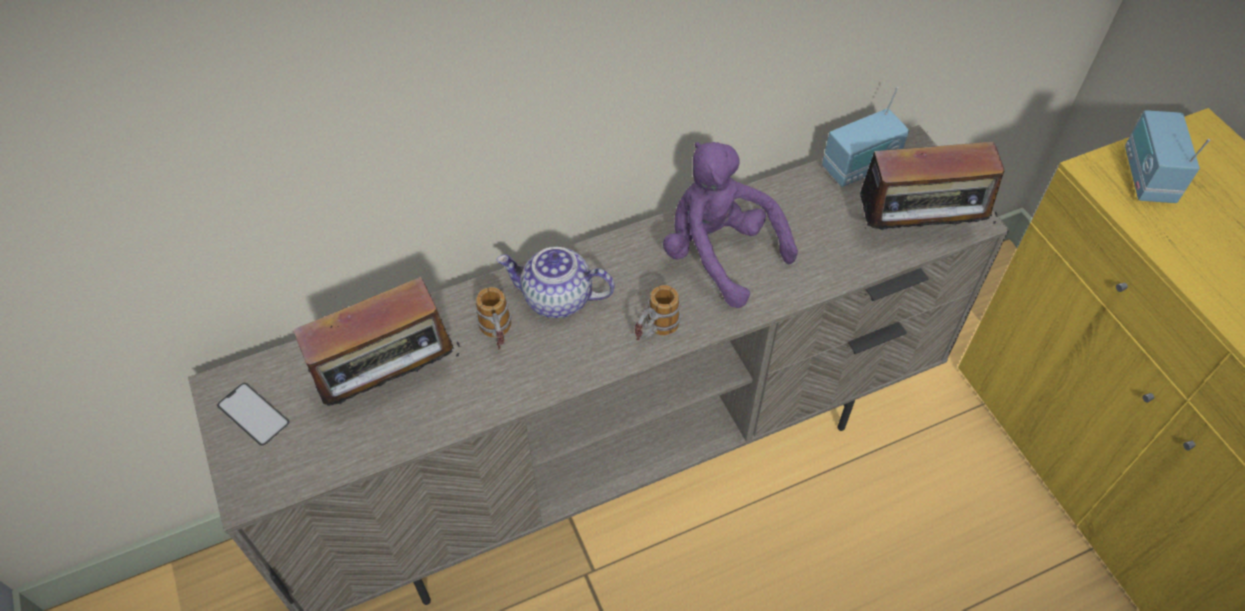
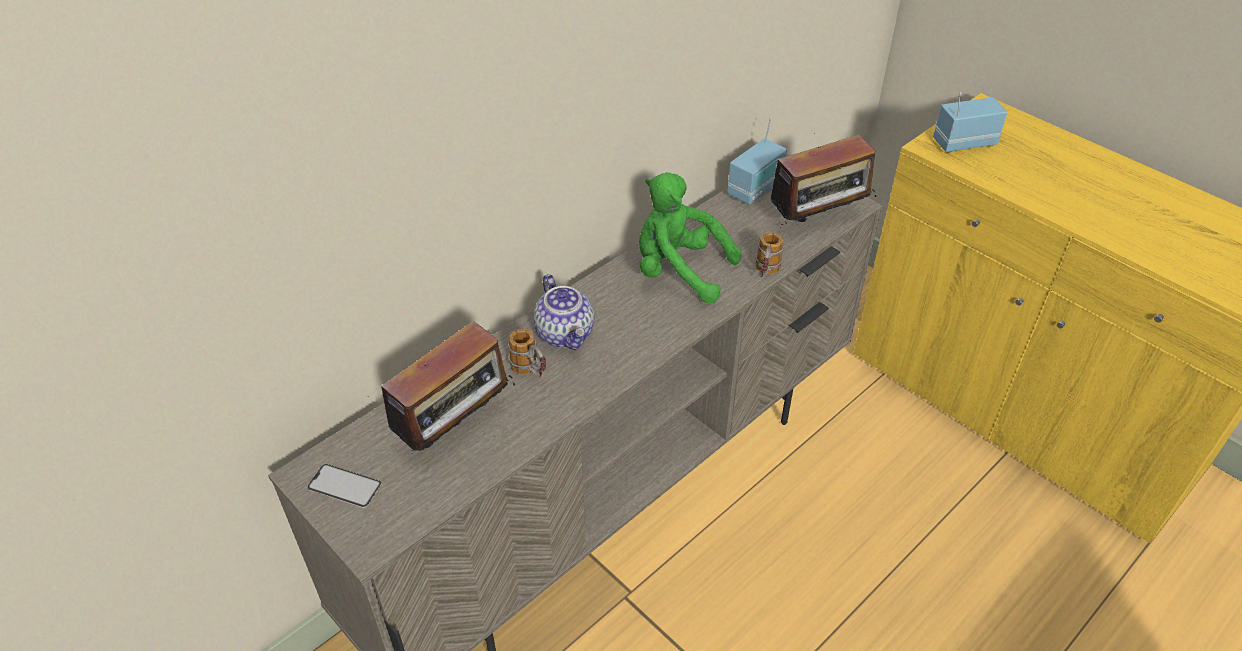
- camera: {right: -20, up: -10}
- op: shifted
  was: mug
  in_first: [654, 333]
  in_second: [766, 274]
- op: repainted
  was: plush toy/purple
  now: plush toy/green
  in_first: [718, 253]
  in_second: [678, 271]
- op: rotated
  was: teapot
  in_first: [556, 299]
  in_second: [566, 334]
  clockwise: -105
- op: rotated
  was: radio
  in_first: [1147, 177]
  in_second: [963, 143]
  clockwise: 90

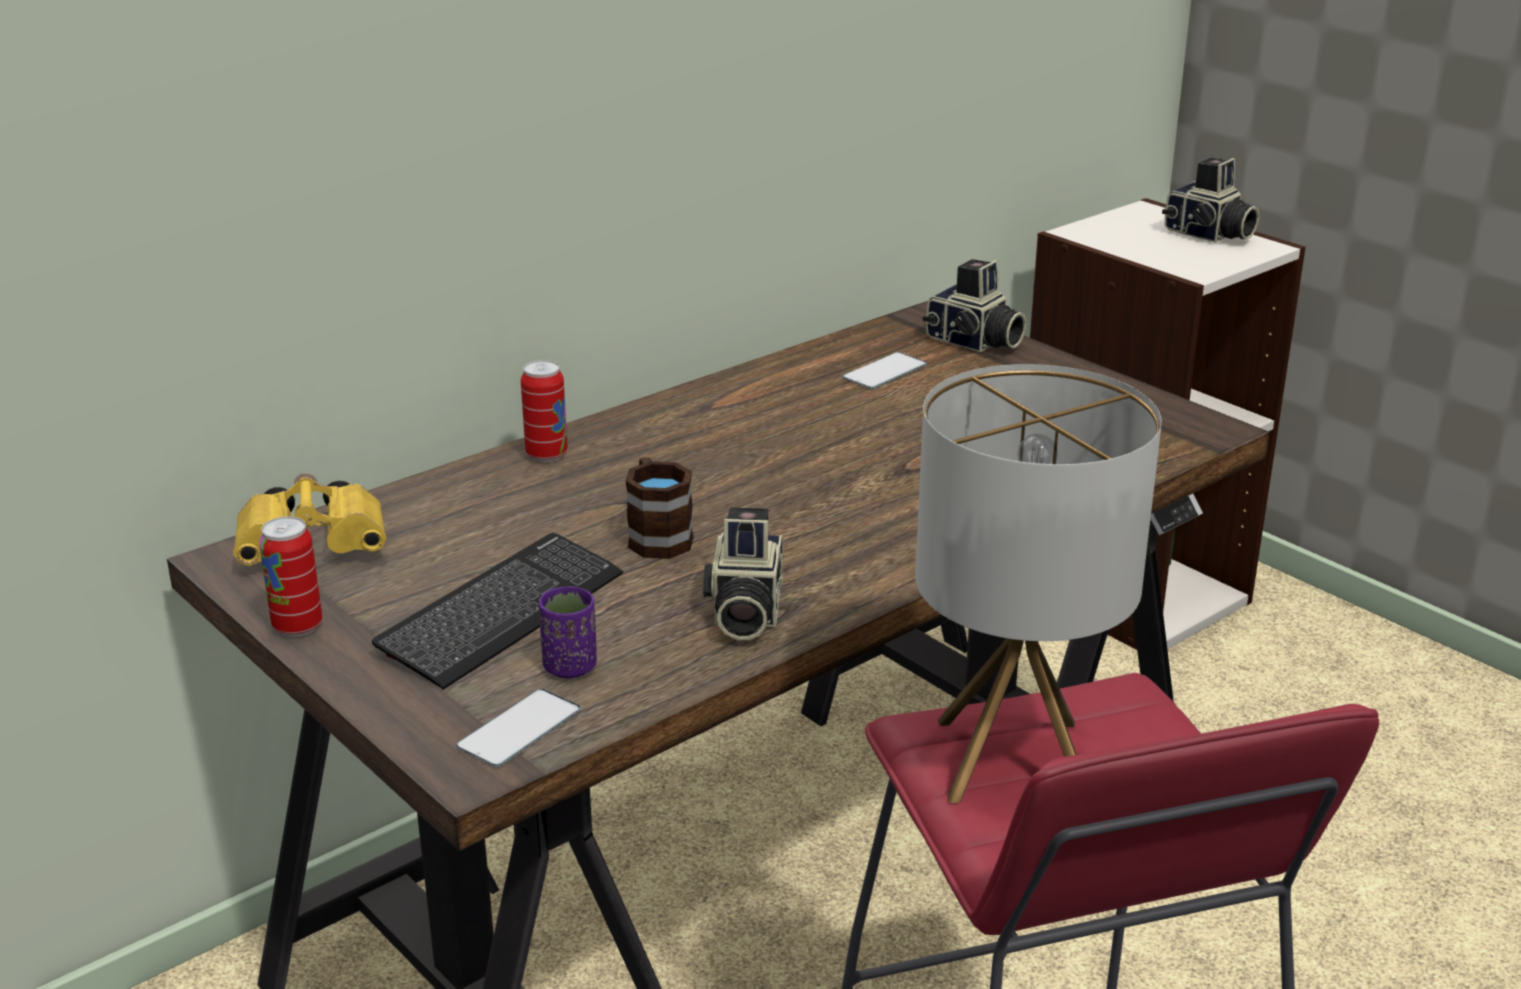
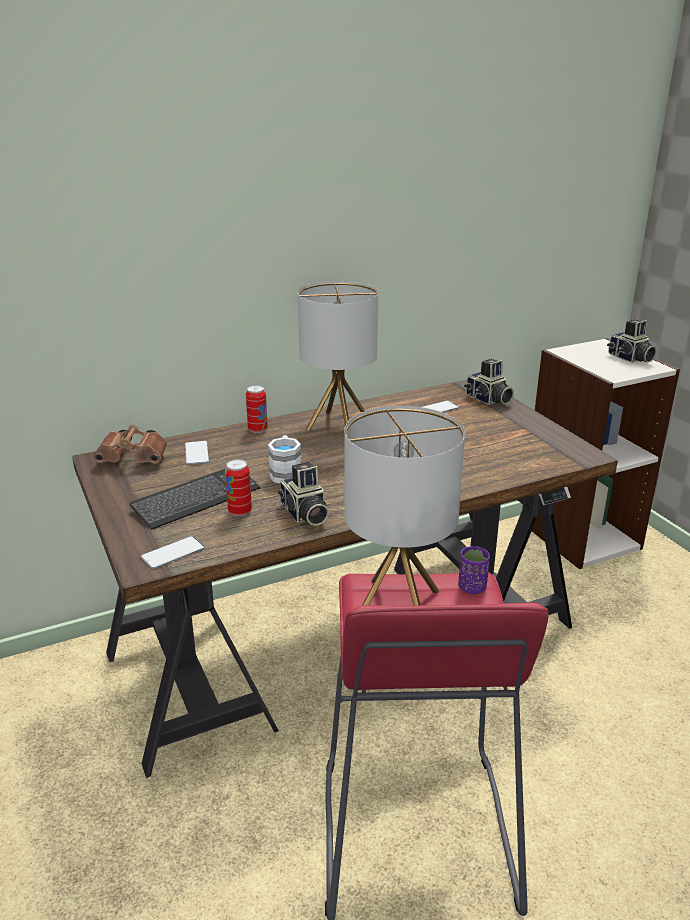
- camera: {right: 15, up: 0}
- op: new
  now: phone
  in_second: [196, 453]
- op: new
  now: table lamp
  in_second: [338, 424]
- op: shifted
  was: can
  in_first: [297, 626]
  in_second: [240, 511]
- op: shifted
  was: cup/purple
  in_first: [570, 667]
  in_second: [472, 587]
- op: repainted
  was: binoculars/yellow
  now: binoculars/brown
  in_first: [317, 548]
  in_second: [135, 459]
- op: repainted
  was: mug/brown
  now: mug/white
  in_first: [657, 535]
  in_second: [285, 472]
- op: rotated
  was: photo camera
  in_first: [743, 613]
  in_second: [304, 514]
  clockwise: -45

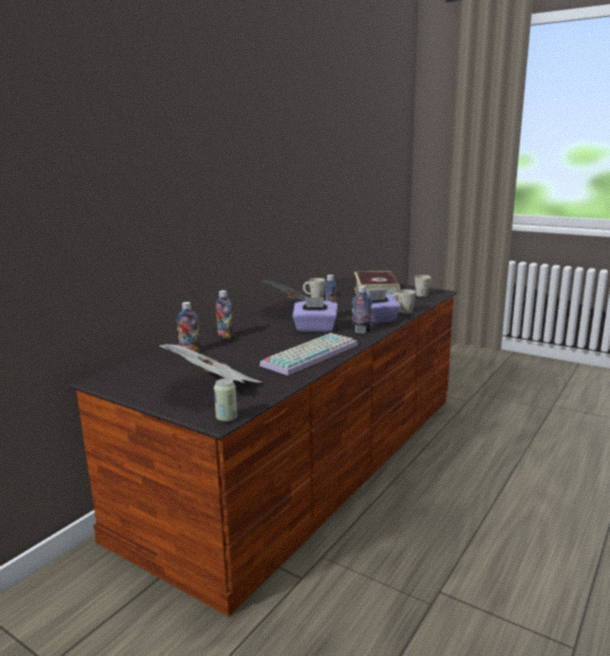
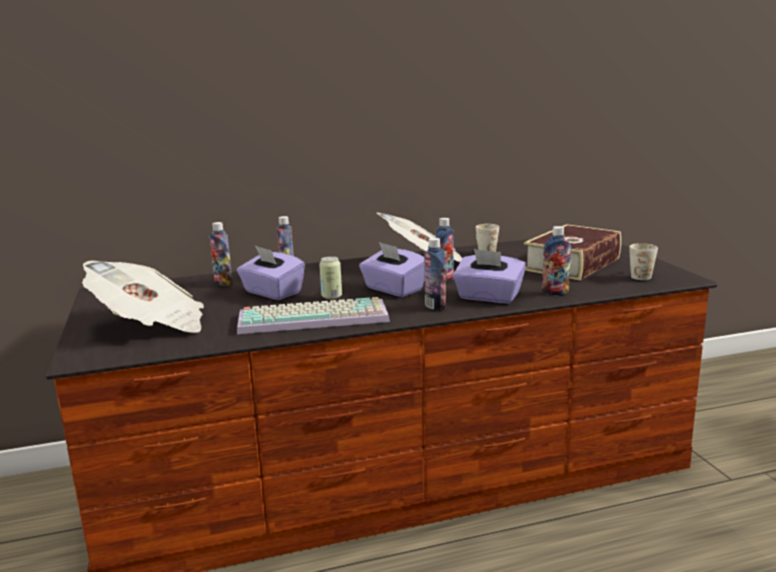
- camera: {right: 40, up: 0}
- op: new
  now: tissue box/purple
  in_second: [272, 293]
- op: shifted
  was: can
  in_first: [226, 418]
  in_second: [331, 297]
- op: swapped
  was: mug/white
  now: bottle
  in_first: [402, 311]
  in_second: [555, 292]

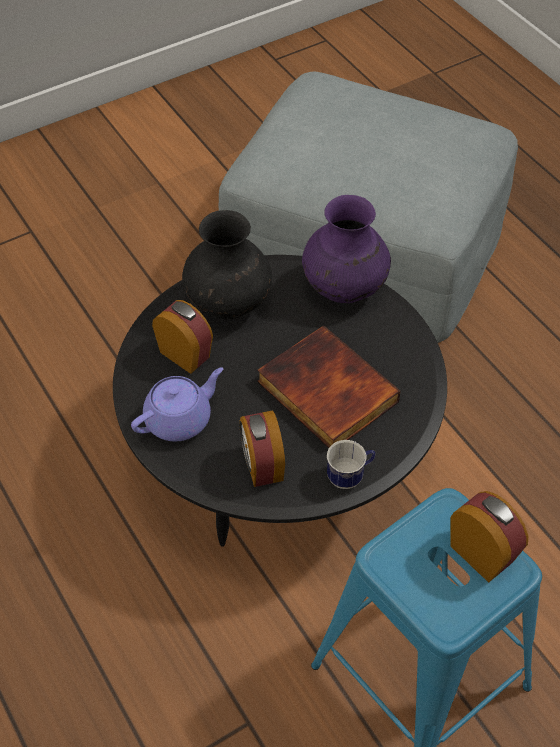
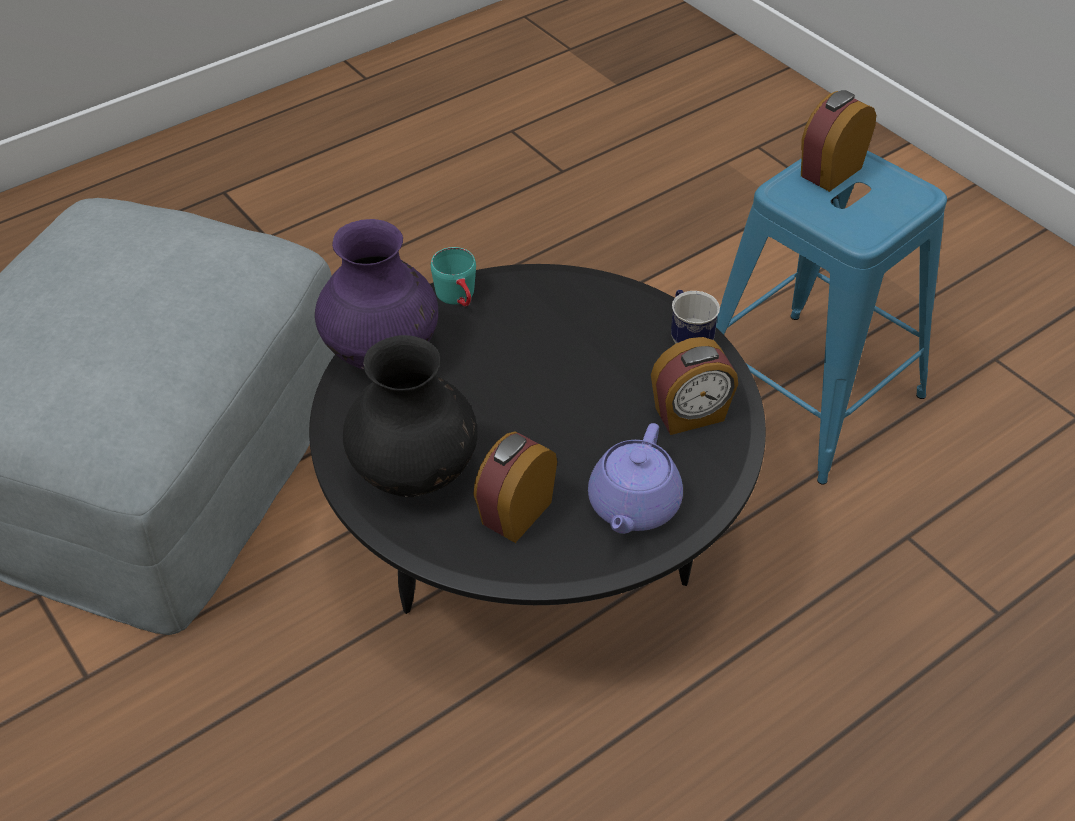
- camera: {right: -95, up: -5}
- op: gone
  was: book
  in_first: [325, 392]
- op: new
  now: mug/turquoise
  in_second: [459, 298]
- op: rotated
  was: teapot/purple
  in_first: [179, 419]
  in_second: [633, 506]
  clockwise: -120

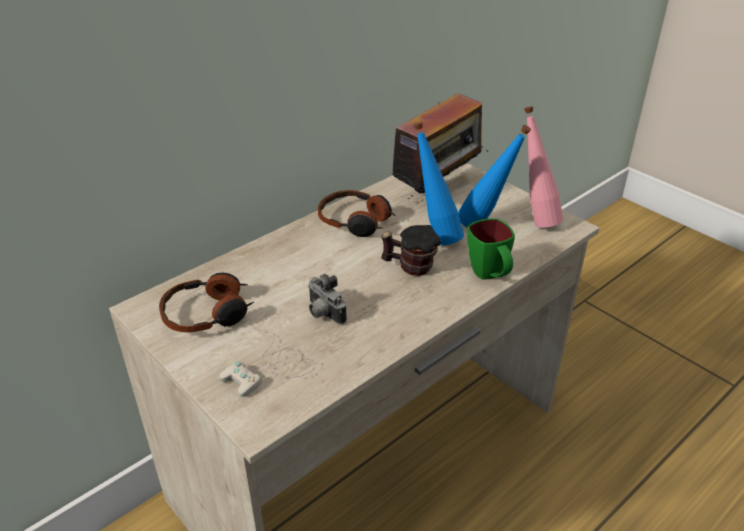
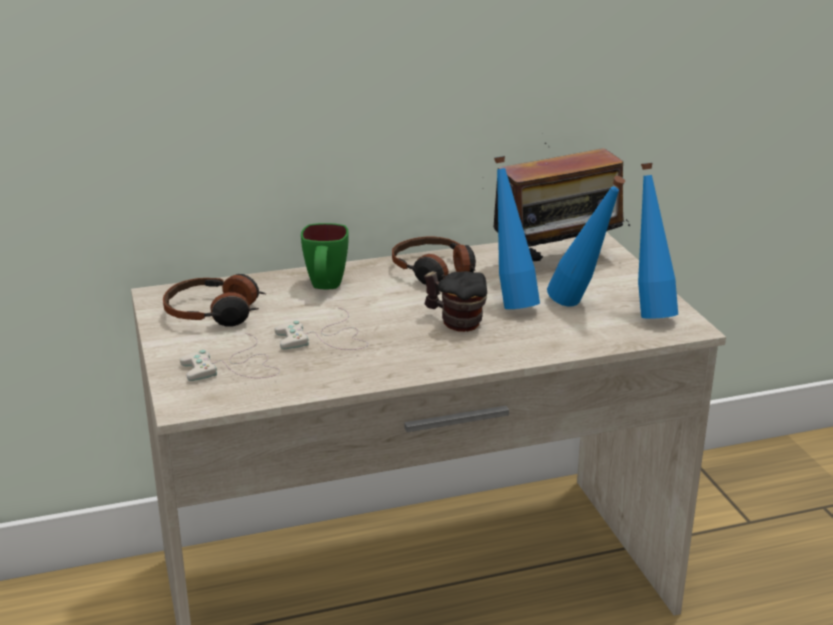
- camera: {right: 25, up: -10}
- op: shifted
  was: mug/green
  in_first: [490, 276]
  in_second: [325, 287]
- op: swapped
  was: photo camera
  now: game controller/white
  in_first: [323, 314]
  in_second: [326, 339]
- op: repainted
  was: bottle/pink
  now: bottle/blue
  in_first: [534, 219]
  in_second: [648, 311]

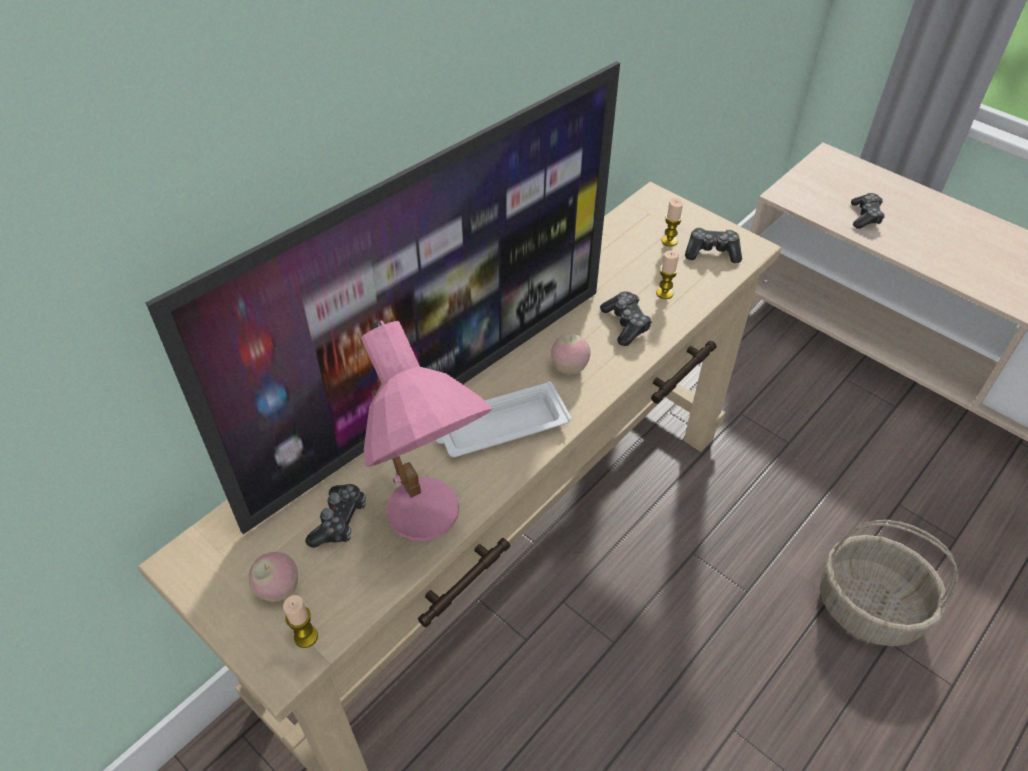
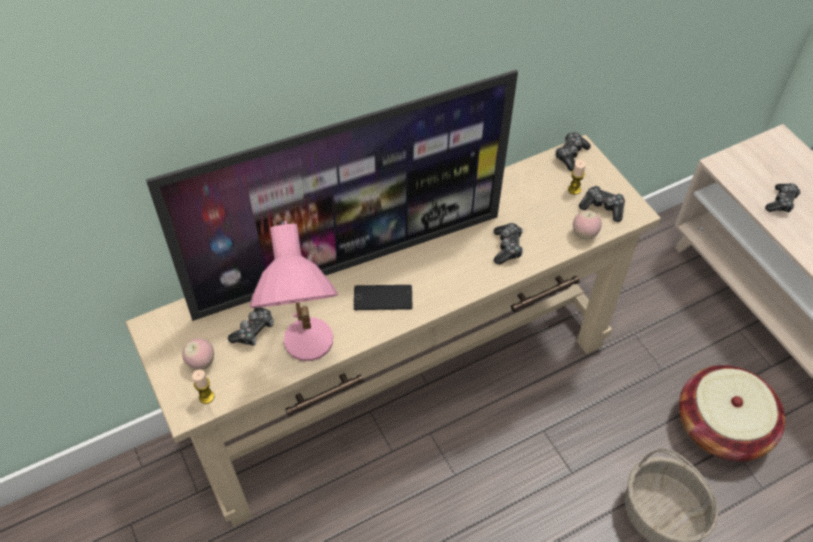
- camera: {right: 20, up: 5}
- op: gone
  was: candle
  in_first: [664, 293]
- op: new
  now: game controller
  in_second: [571, 155]
- op: new
  now: basket
  in_second: [722, 426]
- op: shifted
  was: apple
  in_first: [569, 368]
  in_second: [584, 234]
- op: swapped
  was: tray/white
  now: phone
  in_first: [499, 427]
  in_second: [383, 298]

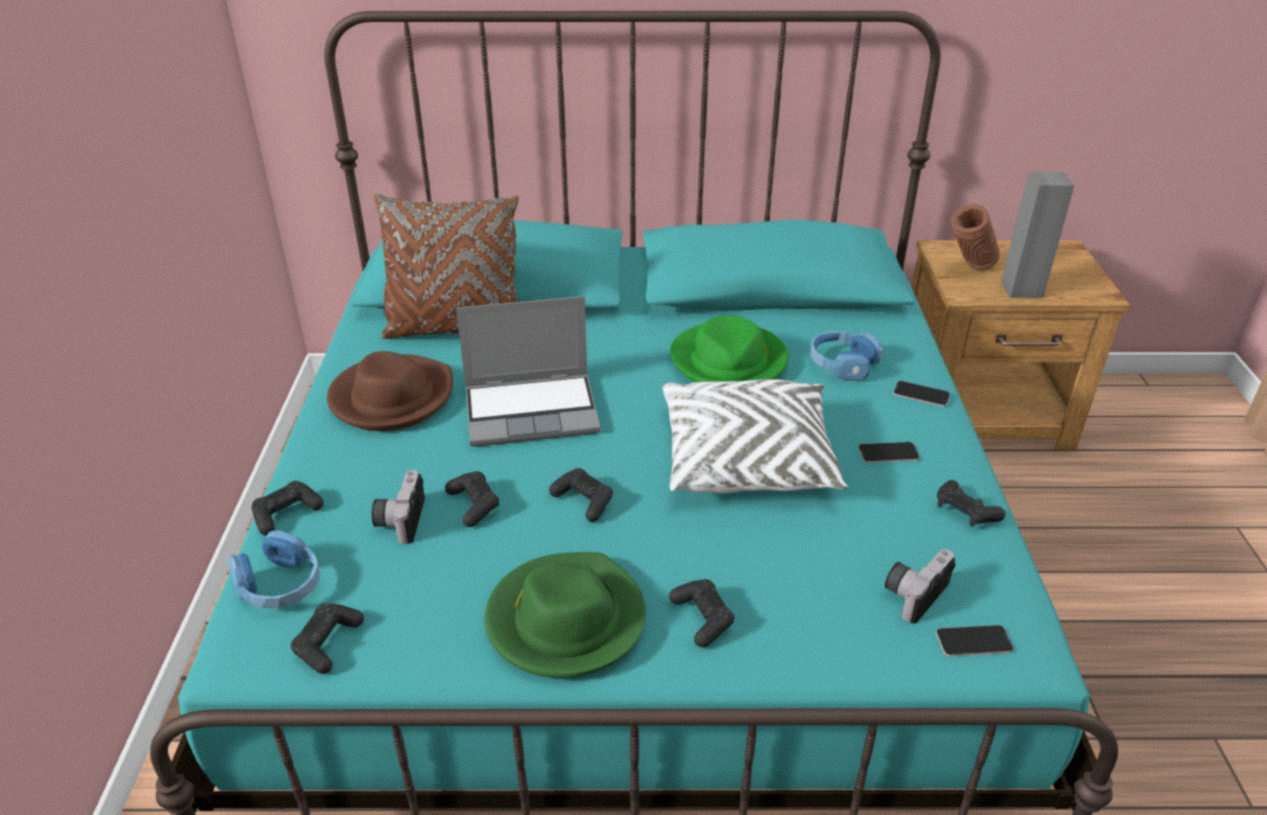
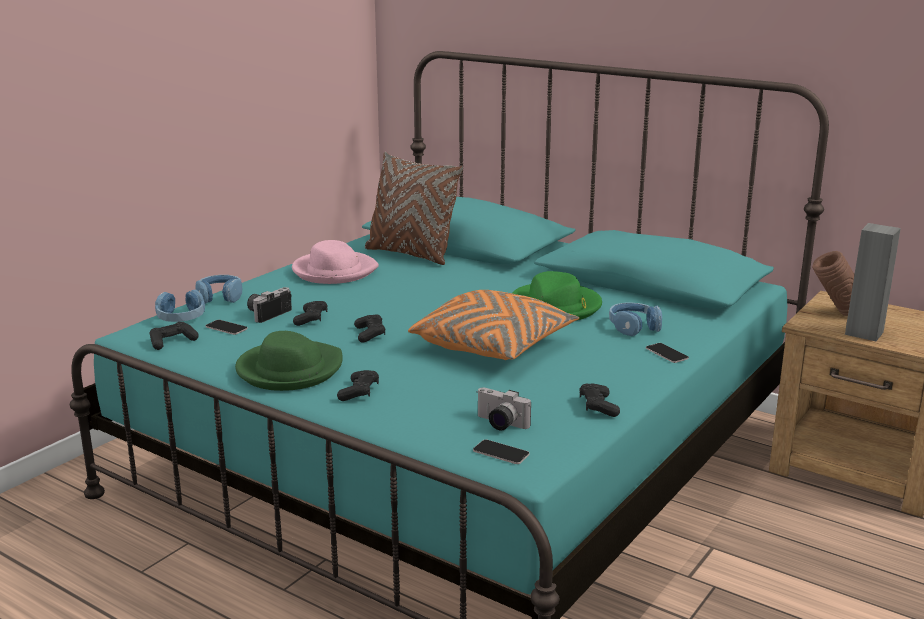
- camera: {right: 35, up: -15}
- op: gone
  was: laptop
  in_first: [533, 411]
- op: shifted
  was: phone
  in_first: [888, 453]
  in_second: [226, 328]
- op: swapped
  was: game controller/black
  now: headphones/blue
  in_first: [286, 514]
  in_second: [220, 297]
- op: repainted
  was: hat/brown
  now: hat/pink
  in_first: [391, 397]
  in_second: [334, 271]
- op: repainted
  was: pillow/white
  now: pillow/orange
  in_first: [748, 458]
  in_second: [494, 346]
- op: rotated
  was: photo camera
  in_first: [913, 592]
  in_second: [499, 424]
  clockwise: -135

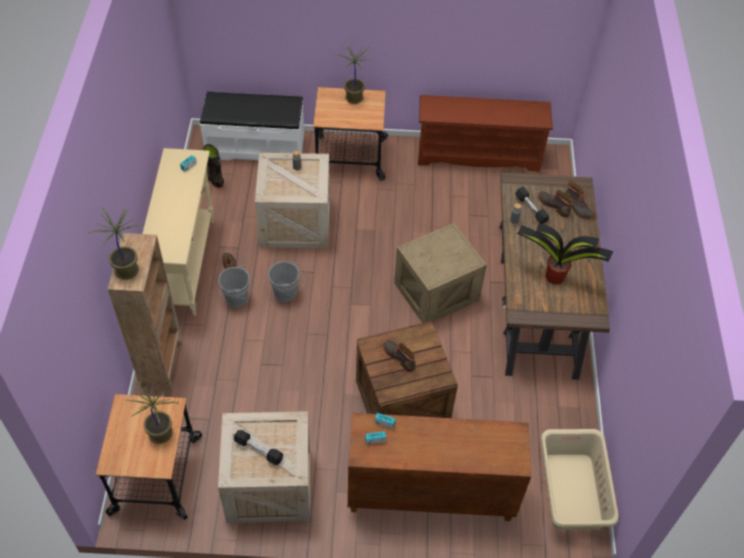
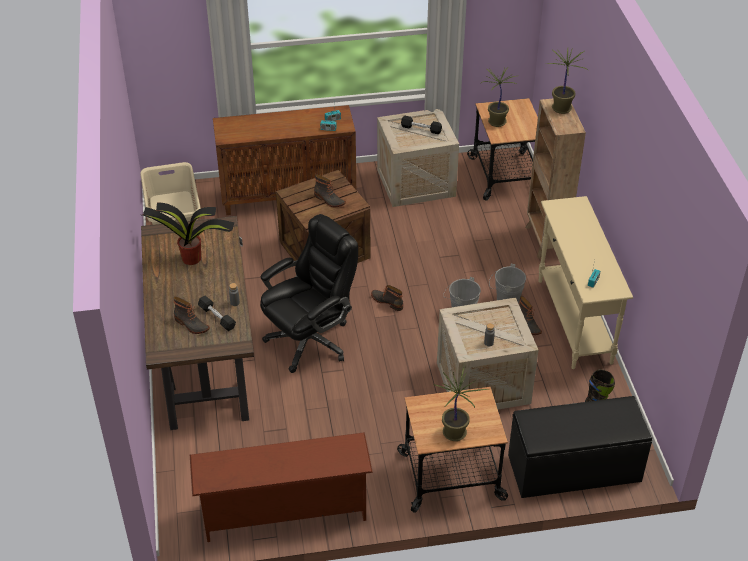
- camera: {right: 170, up: -10}
- op: shifted
  was: boot
  in_first: [577, 208]
  in_second: [387, 301]
- op: swapped
  was: crate
  now: office chair/black
  in_first: [436, 292]
  in_second: [310, 340]
- op: repainted
  was: bench/white
  now: bench/black
  in_first: [255, 146]
  in_second: [574, 469]

